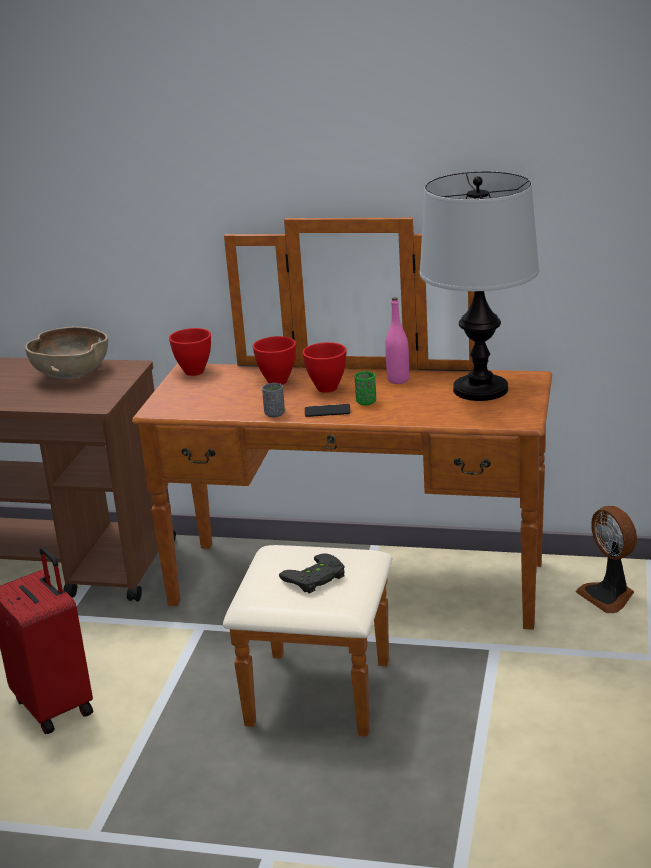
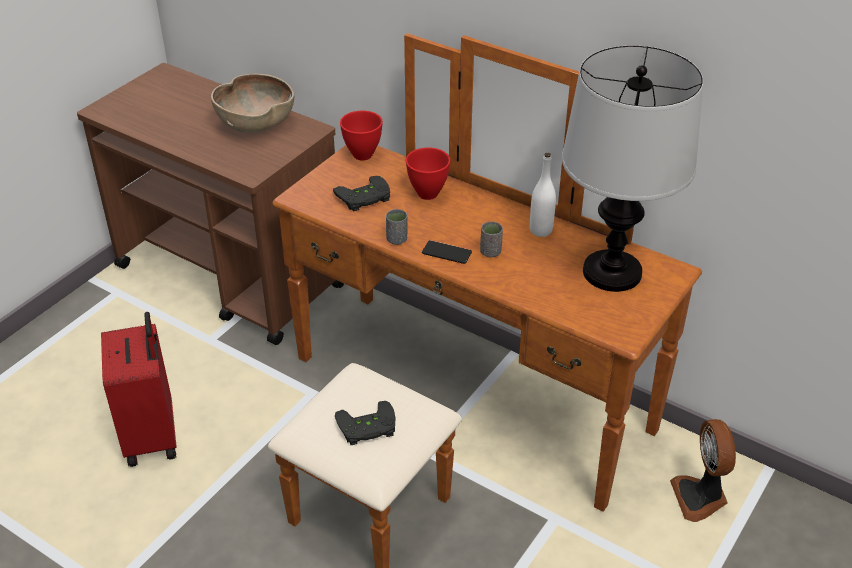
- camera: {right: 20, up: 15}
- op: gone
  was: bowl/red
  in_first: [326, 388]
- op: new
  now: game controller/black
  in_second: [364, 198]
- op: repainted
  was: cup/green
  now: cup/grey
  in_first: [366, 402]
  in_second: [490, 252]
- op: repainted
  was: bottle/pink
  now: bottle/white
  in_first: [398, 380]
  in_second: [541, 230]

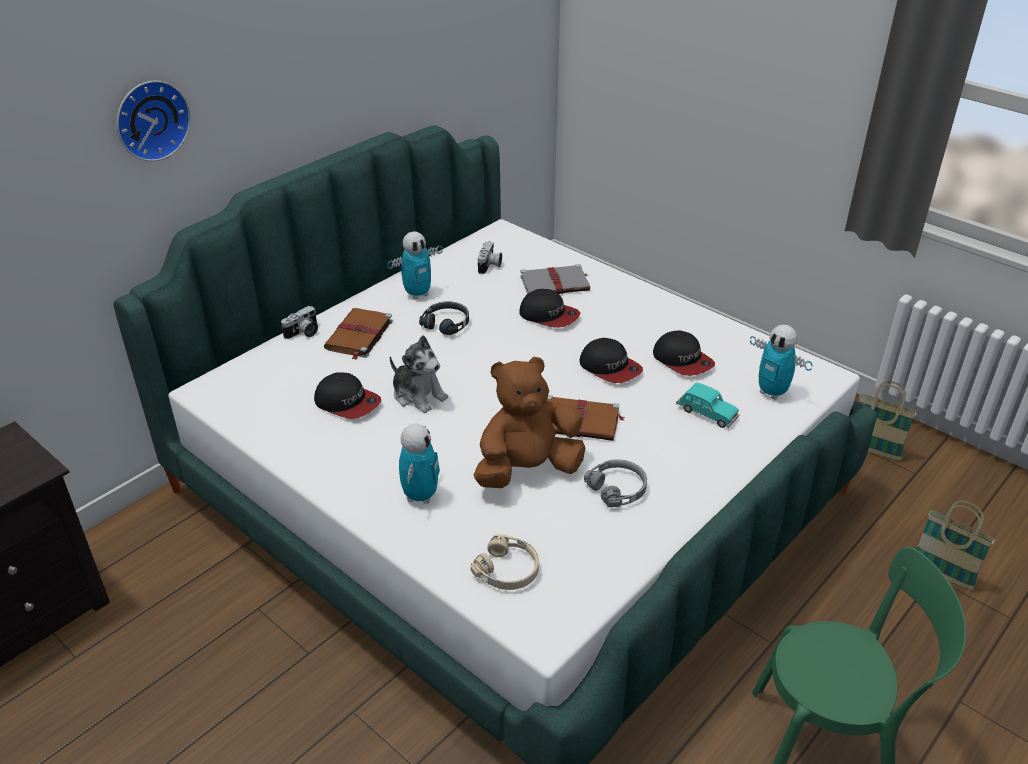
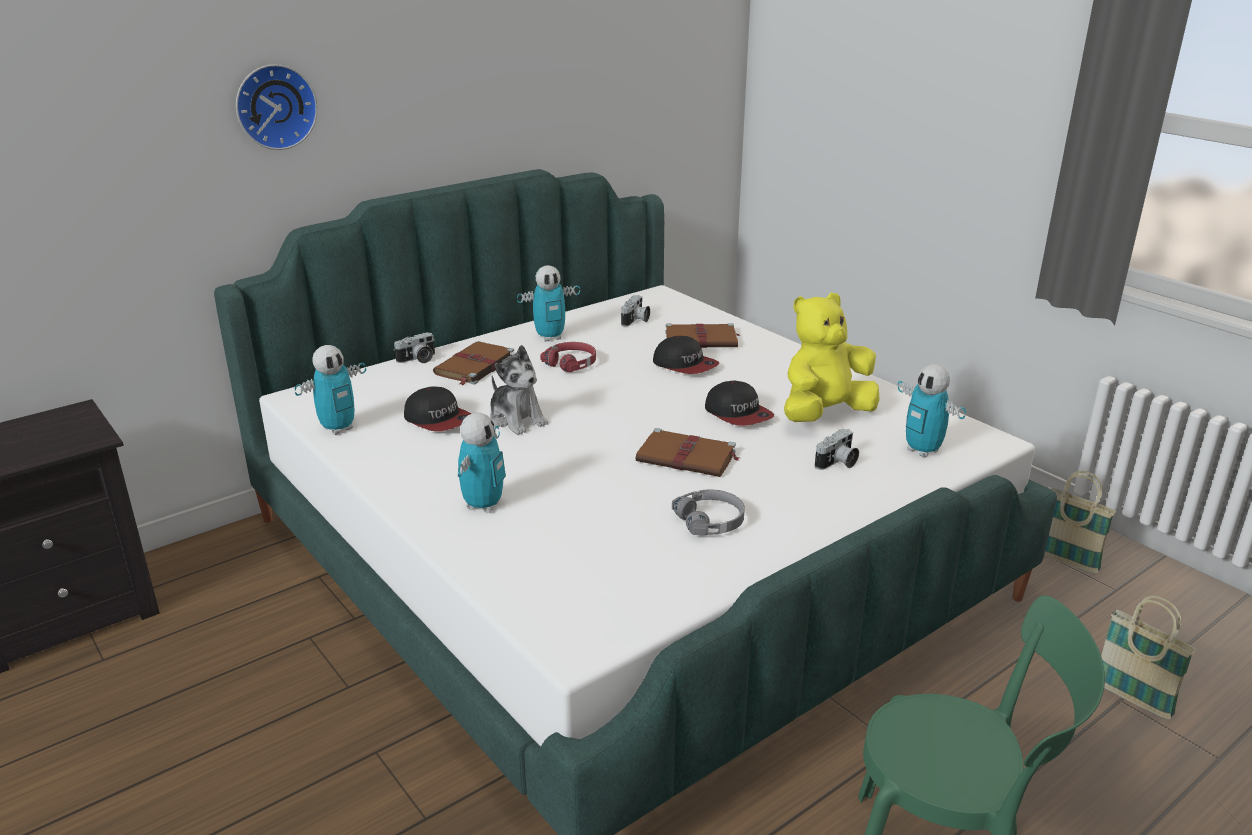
- camera: {right: 10, up: -10}
- op: gone
  was: headphones/beige
  in_first: [508, 570]
- op: gone
  was: plush toy/brown
  in_first: [527, 469]
- op: new
  now: toy robot
  in_second: [338, 429]
- op: swapped
  was: cap
  now: plush toy/yellow
  in_first: [683, 360]
  in_second: [824, 414]
- op: swapped
  was: toy car/turquoise
  now: photo camera
  in_first: [706, 414]
  in_second: [837, 463]
- op: repainted
  was: headphones/black
  now: headphones/red
  in_first: [447, 323]
  in_second: [571, 363]
- op: repainted
  was: book/grey
  now: book/brown
  in_first: [556, 283]
  in_second: [702, 339]

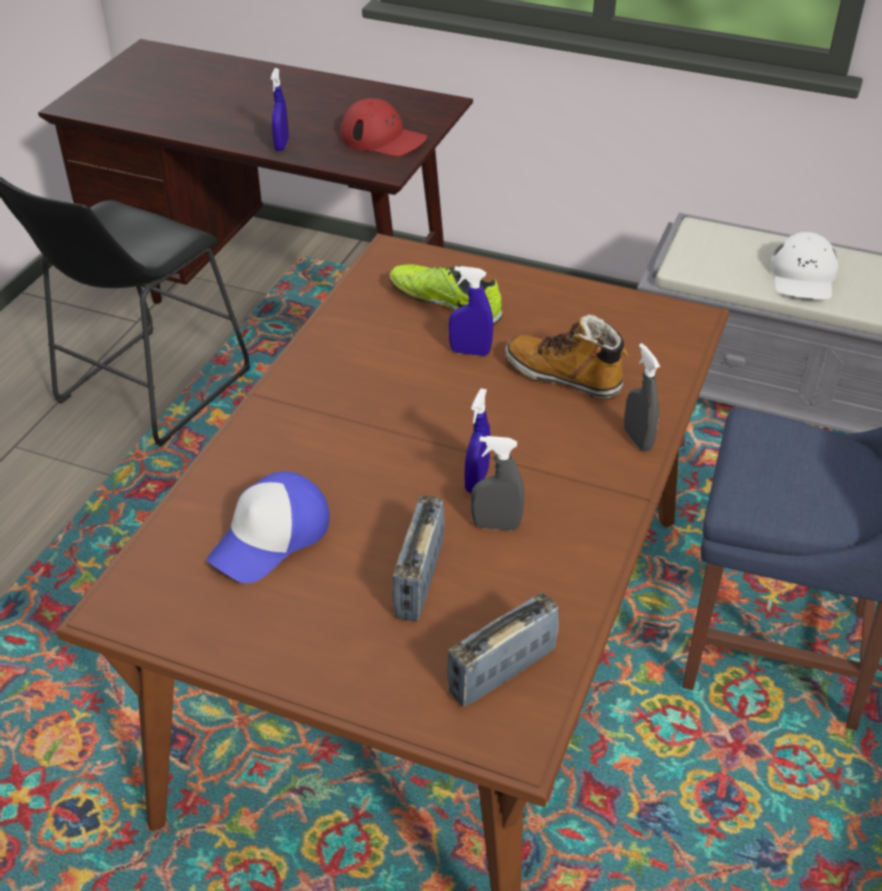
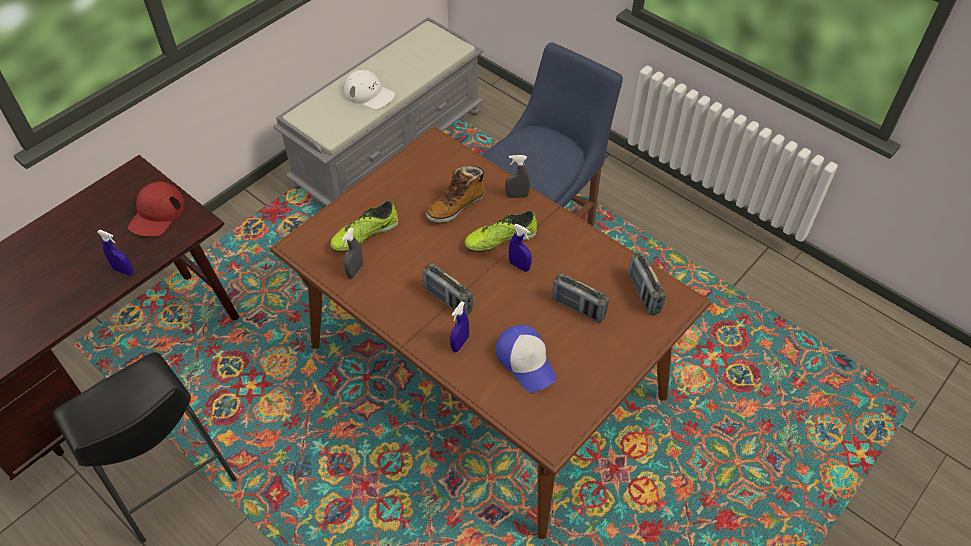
- camera: {right: -70, up: 10}
- op: new
  now: radio
  in_second: [448, 300]
- op: new
  now: shoe
  in_second: [500, 239]
- op: shifted
  was: spray bottle/blue
  in_first: [470, 352]
  in_second: [460, 343]
- op: shifted
  was: spray bottle/grey
  in_first: [496, 525]
  in_second: [355, 271]
- op: rotated
  was: cap/red
  in_first: [383, 138]
  in_second: [157, 214]
  clockwise: 150

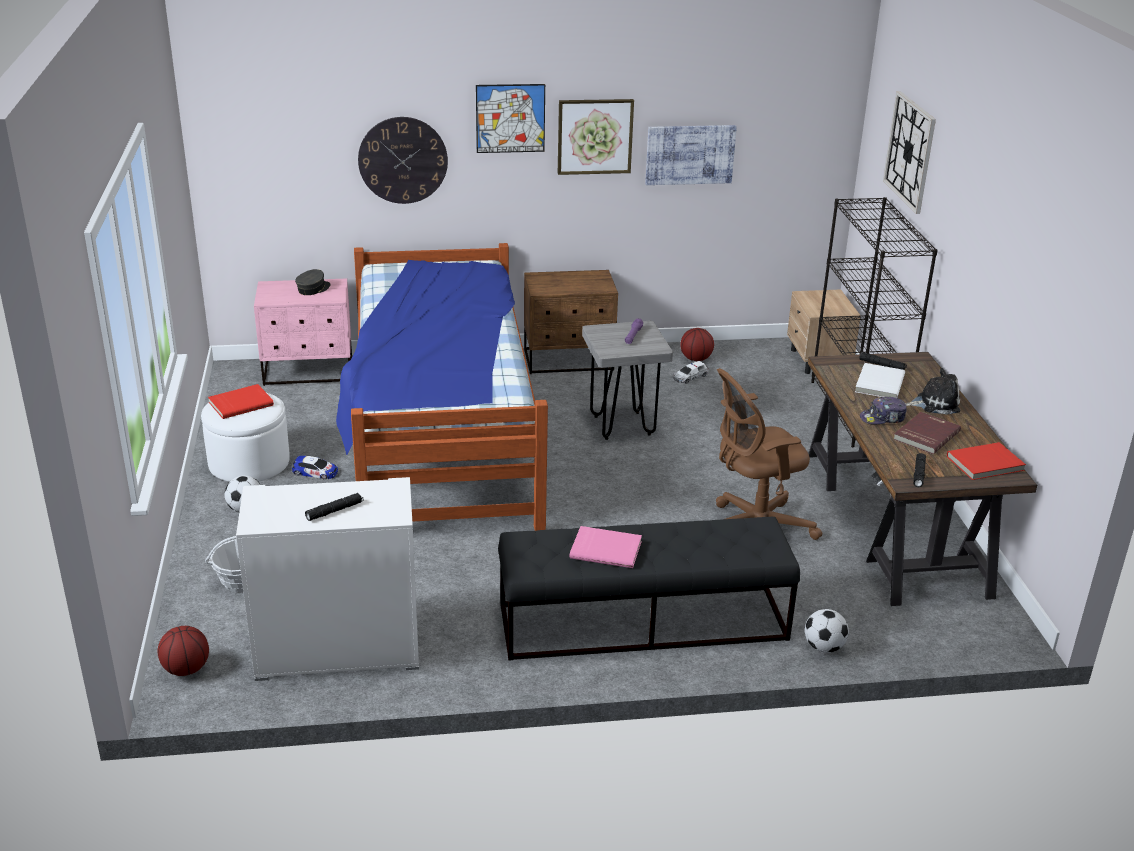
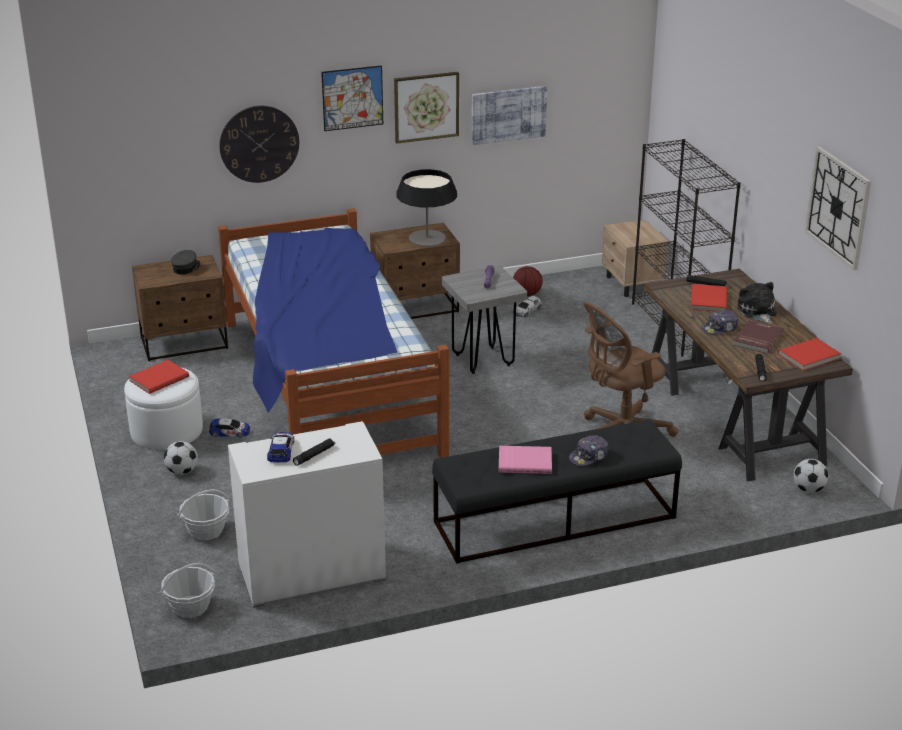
- camera: {right: -10, up: 0}
- op: new
  now: toy car
  in_second: [281, 450]
- op: new
  now: table lamp
  in_second: [427, 238]
- op: new
  now: cap
  in_second: [589, 457]
- op: shifted
  was: football
  in_first: [824, 647]
  in_second: [808, 489]
- op: shifted
  was: wall clock
  in_first: [910, 151]
  in_second: [838, 207]
- op: swapped
  was: basketball
  now: basket
  in_first: [186, 669]
  in_second: [190, 606]
- op: repainted
  was: nightstand/pink
  now: nightstand/brown
  in_first: [309, 371]
  in_second: [185, 343]
- op: repainted
  was: book/white
  now: book/red
  in_first: [878, 383]
  in_second: [707, 300]
- op: rotated
  was: plush toy
  in_first: [935, 403]
  in_second: [757, 312]
  clockwise: -90

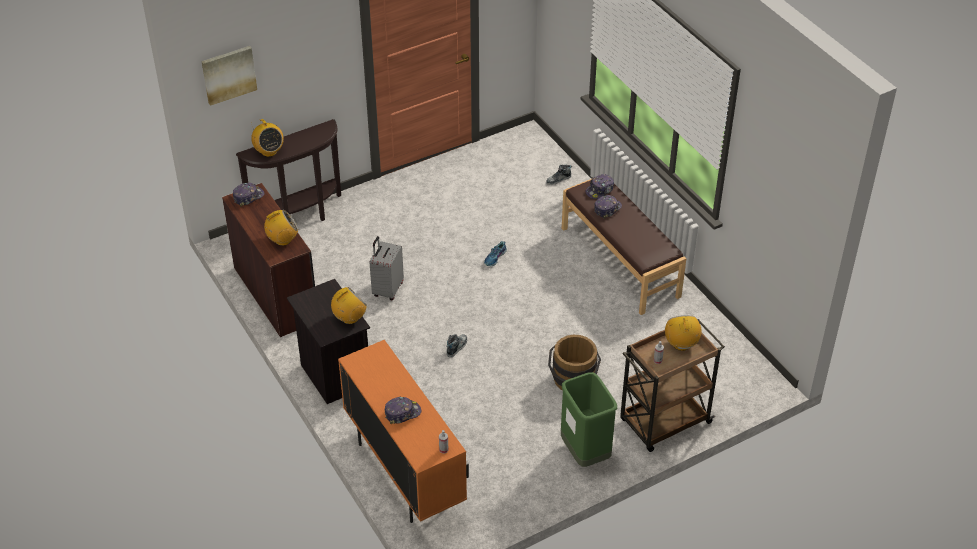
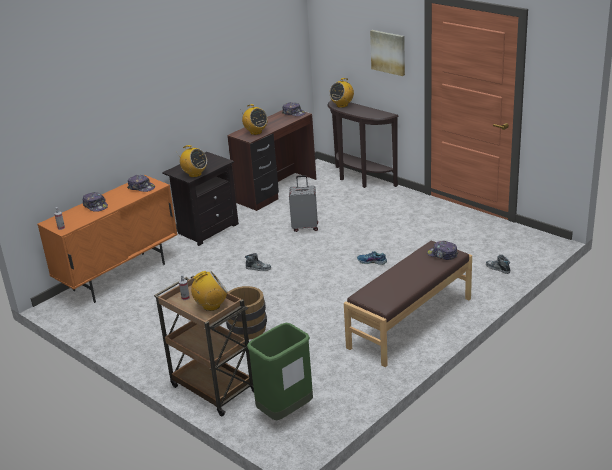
- camera: {right: 75, up: -15}
- op: shifted
  was: picture
  in_first: [228, 74]
  in_second: [388, 52]
- op: shifted
  was: trash can/green
  in_first: [585, 453]
  in_second: [285, 412]
- op: shifted
  was: cap
  in_first: [607, 209]
  in_second: [141, 187]

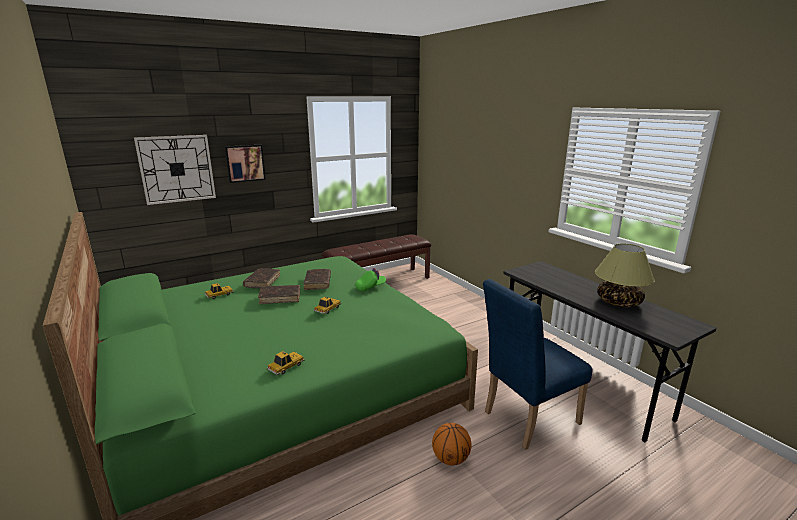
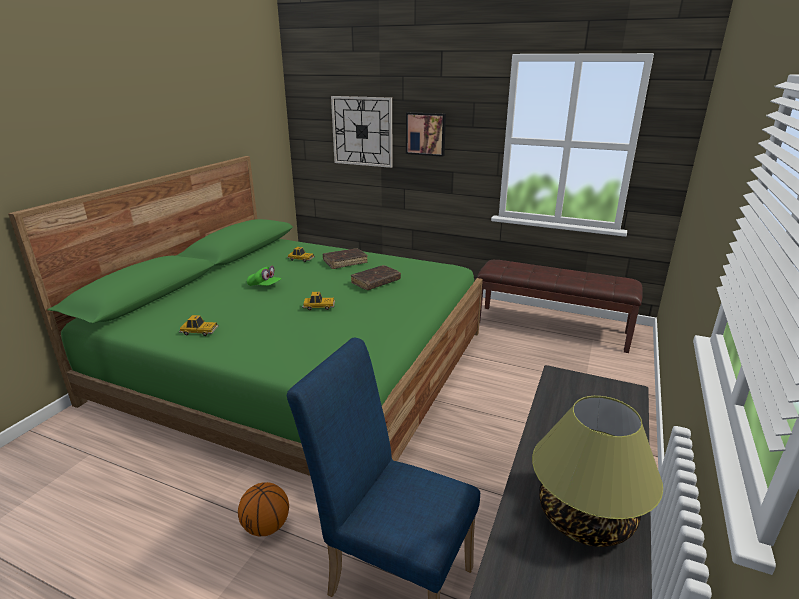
- camera: {right: 55, up: 5}
- op: gone
  was: book/brown
  in_first: [280, 298]
- op: shifted
  was: cap/green
  in_first: [370, 287]
  in_second: [264, 286]

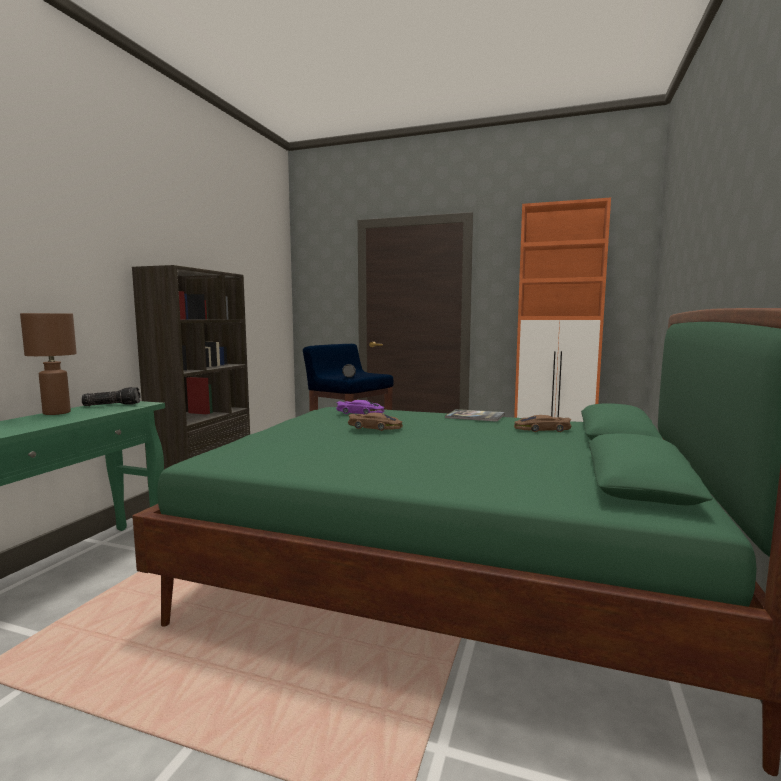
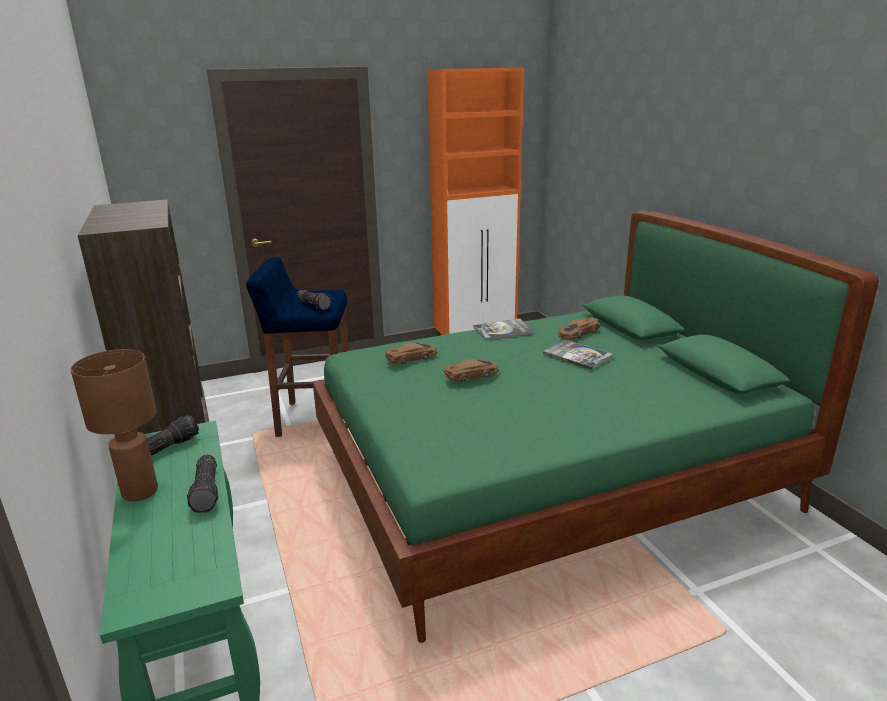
- camera: {right: -40, up: 15}
- op: new
  now: flashlight
  in_second: [208, 491]
- op: new
  now: book
  in_second: [577, 355]
- op: repainted
  was: toy car/purple
  now: toy car/brown
  in_first: [360, 412]
  in_second: [411, 357]

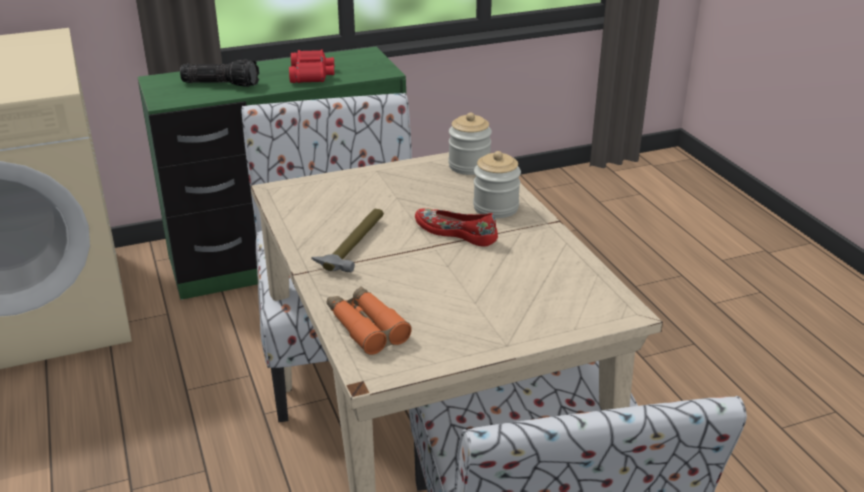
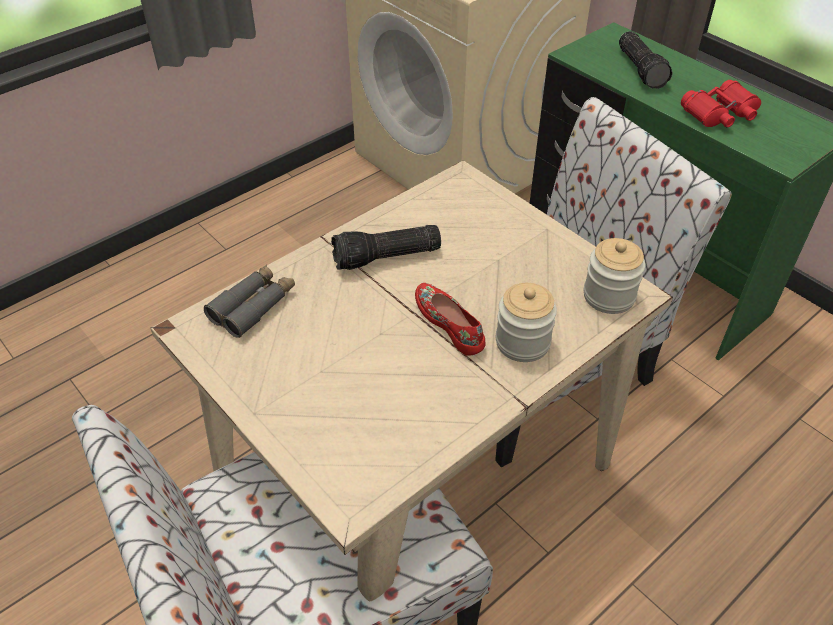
- camera: {right: 70, up: 15}
- op: swapped
  was: hammer
  now: flashlight
  in_first: [354, 246]
  in_second: [386, 258]
- op: repainted
  was: binoculars/orange
  now: binoculars/grey
  in_first: [366, 327]
  in_second: [253, 306]
- op: rotated
  was: shoe/red
  in_first: [456, 232]
  in_second: [450, 323]
  clockwise: -45

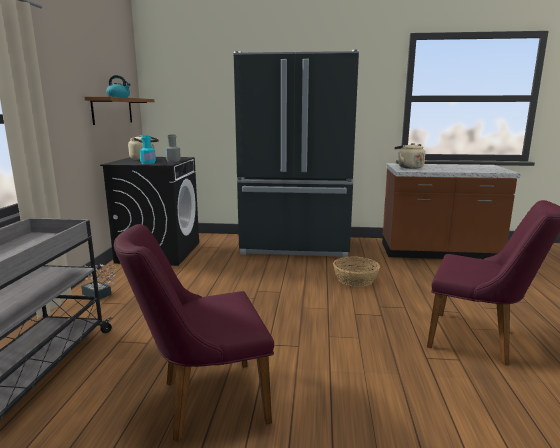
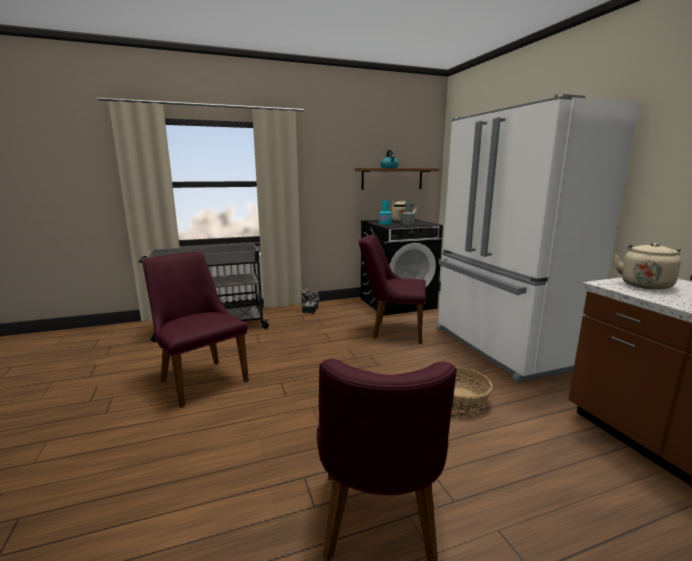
- camera: {right: 65, up: 0}
- op: new
  now: chair/purple
  in_second: [392, 330]
- op: repainted
  was: fridge/black
  now: fridge/white
  in_first: [296, 246]
  in_second: [502, 347]

